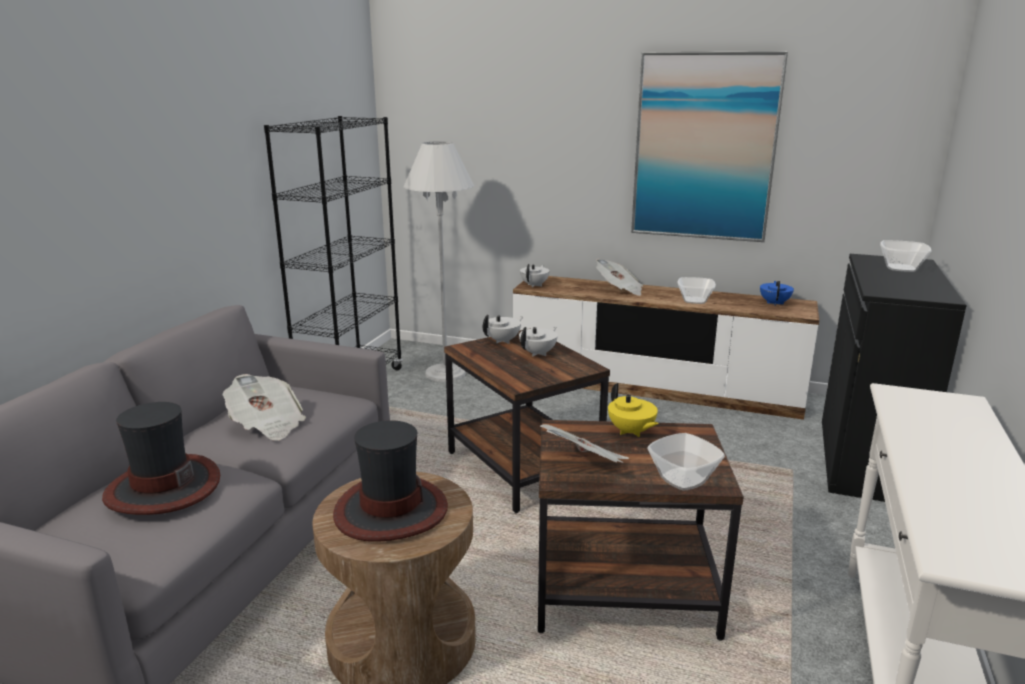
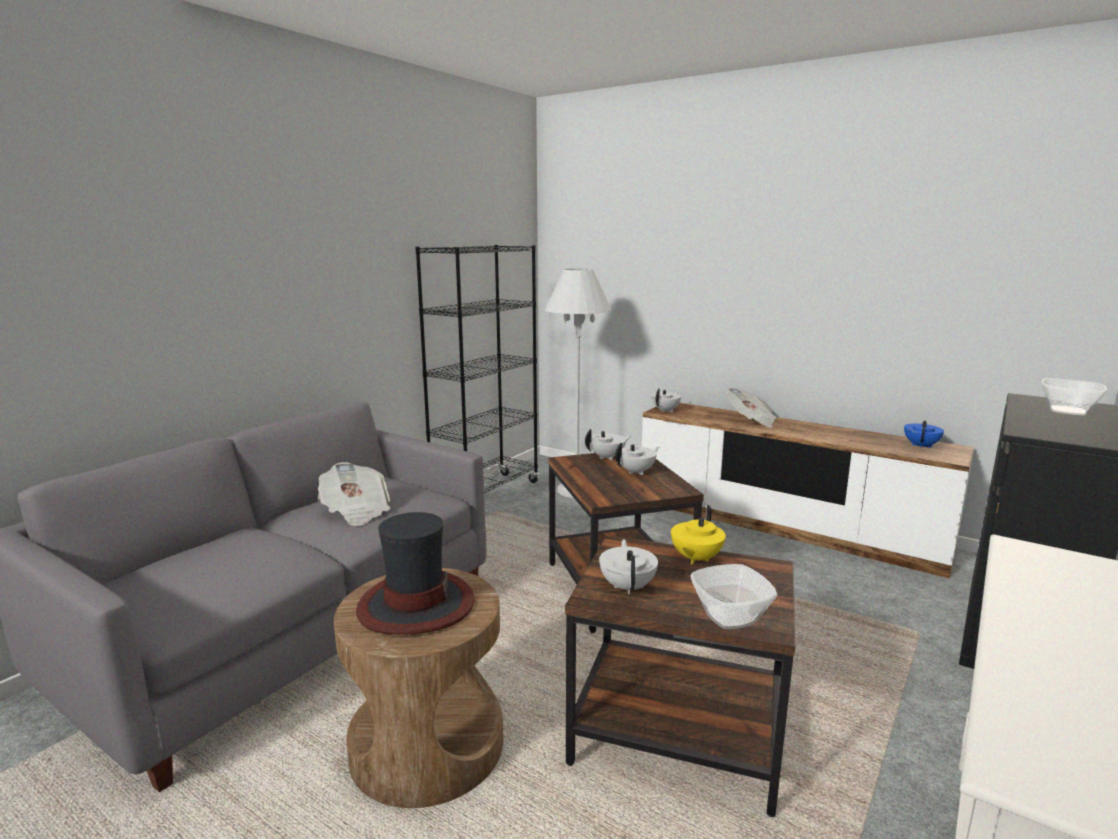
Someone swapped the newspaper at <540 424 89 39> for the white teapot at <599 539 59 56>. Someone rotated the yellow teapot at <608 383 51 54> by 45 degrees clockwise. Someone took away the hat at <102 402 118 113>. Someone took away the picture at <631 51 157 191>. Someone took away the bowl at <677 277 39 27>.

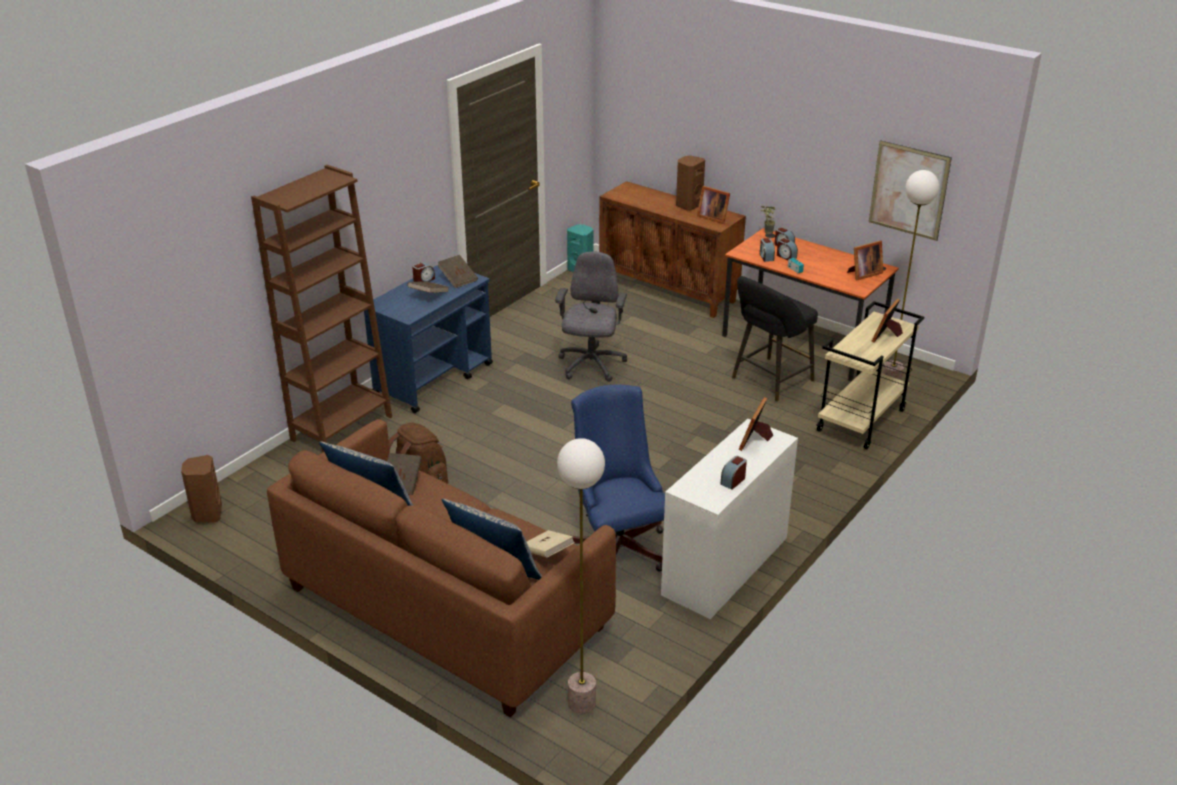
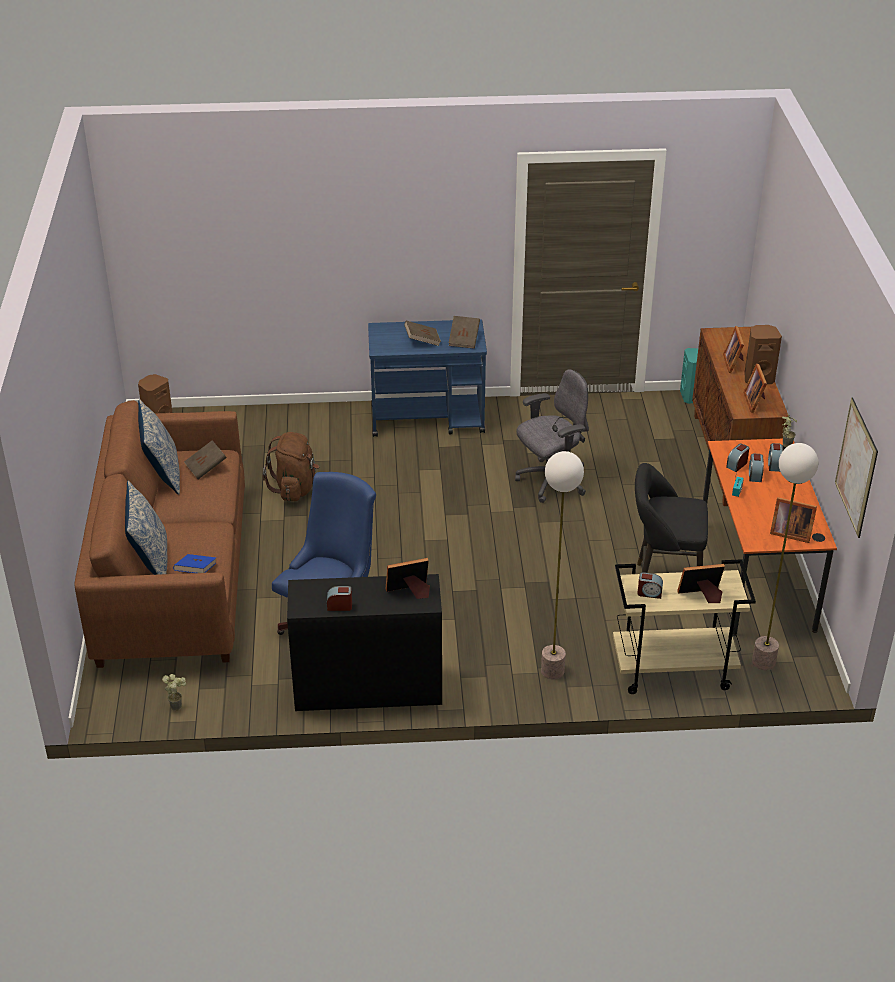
Someone put down the potted plant at <162 674 24 37>. Someone repainted the beige book at <527 530 48 27>, which became the blue book at <173 554 43 19>. Someone repainted the white desk at <661 419 137 200>, which became the black desk at <287 574 155 137>. Someone carried the floor lamp from <557 438 48 276> to <541 451 43 228>. Someone carried the alarm clock from <412 262 23 20> to <637 572 26 27>. Someone put down the picture frame at <723 326 21 47>. Someone took away the brown bookcase at <251 165 141 288>.

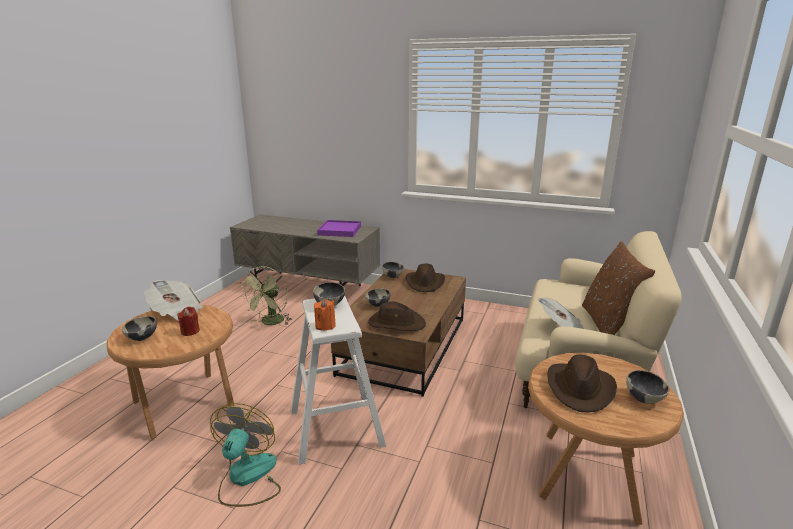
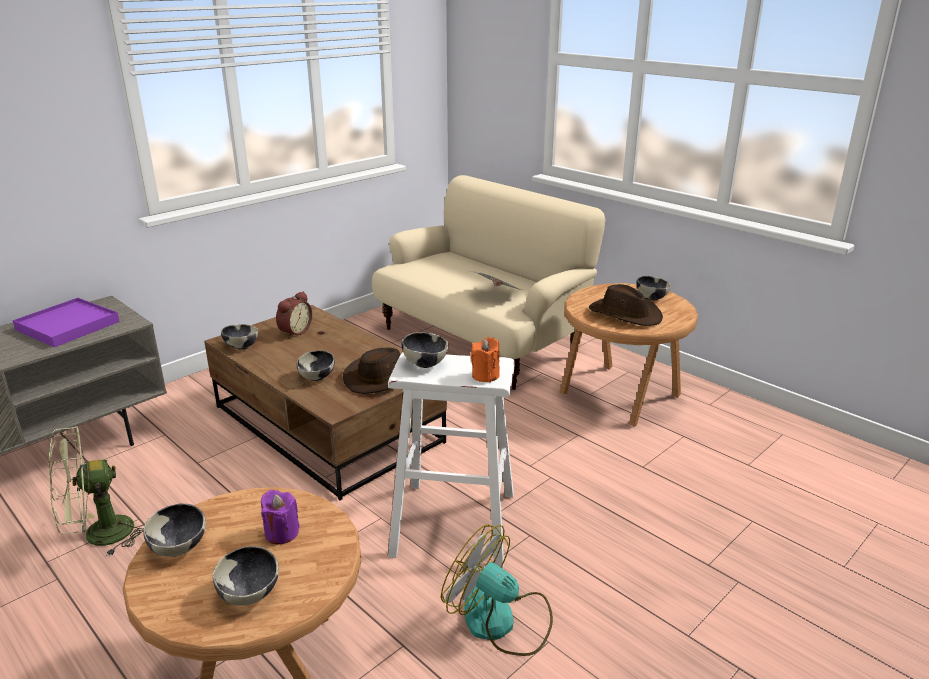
Someone rotated the green fan at <240 266 52 59> by 105 degrees clockwise. Someone swapped the newspaper at <144 280 59 41> for the bowl at <143 503 63 54>. Someone repainted the red candle at <177 307 23 29>, which became the purple candle at <261 490 39 54>. Someone swapped the brown hat at <406 264 39 28> for the alarm clock at <276 291 36 47>. Someone took away the brown pillow at <582 241 73 94>.

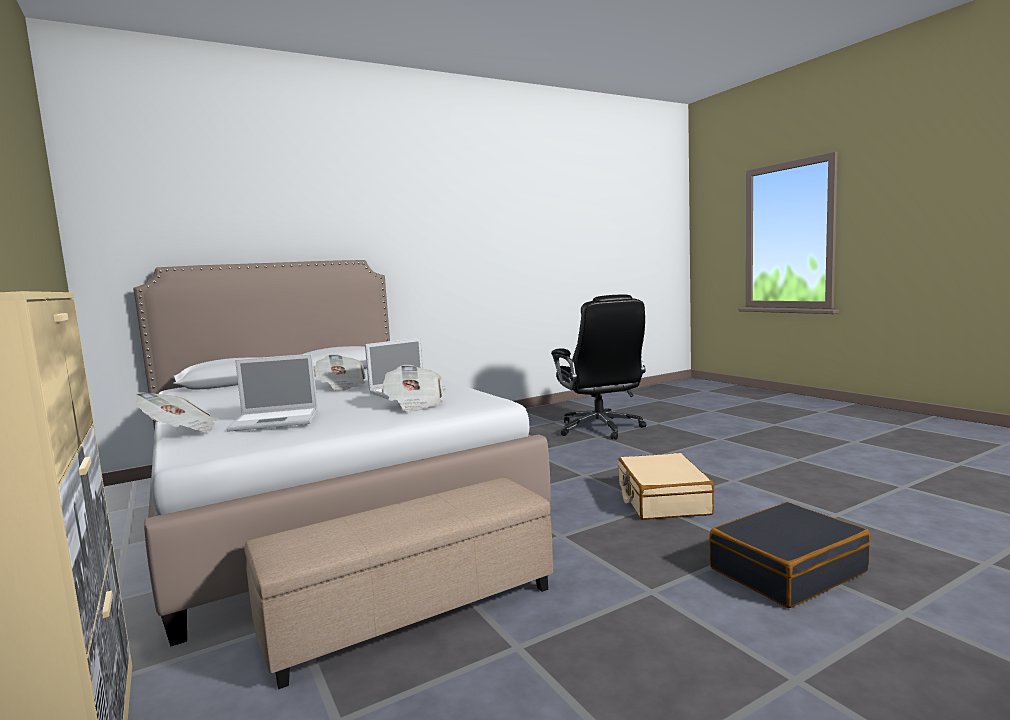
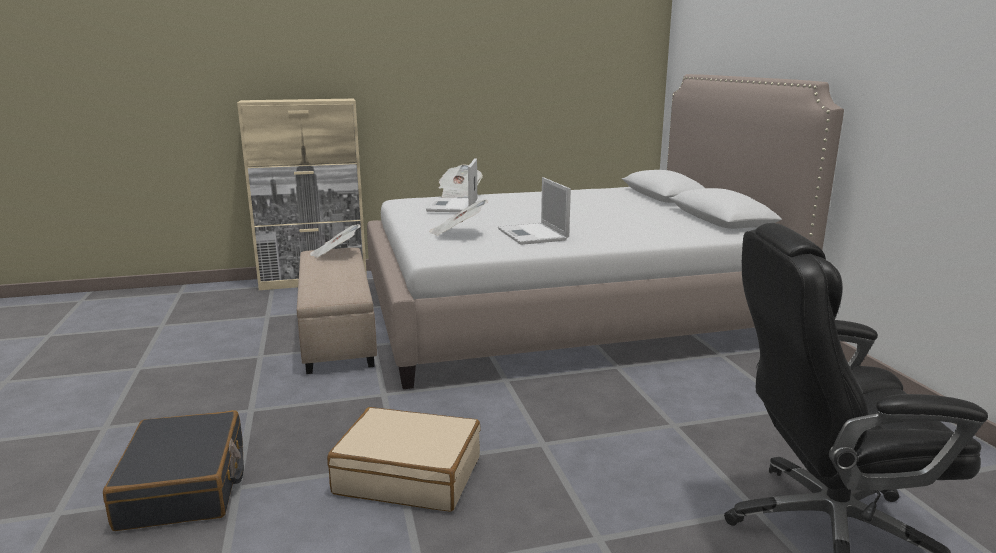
Someone carried the newspaper from <314 354 51 37> to <310 224 50 34>.

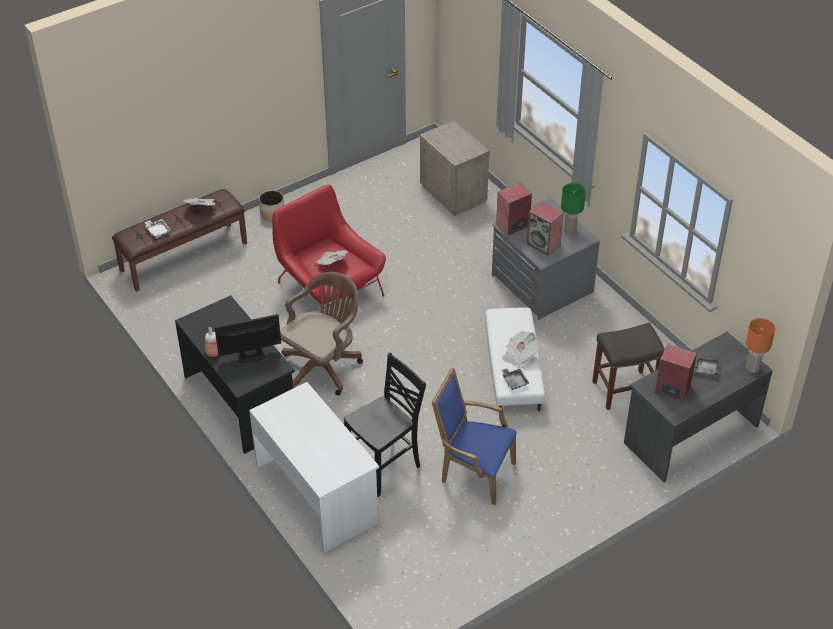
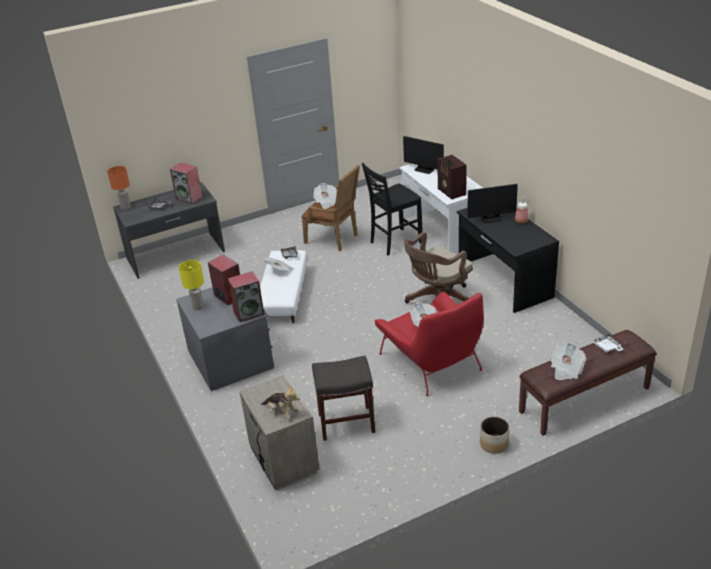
Someone repainted the green table lamp at <561 183 25 52>, which became the yellow table lamp at <179 260 25 50>. Someone put down the plush toy at <261 387 39 31>. Someone repainted the blue armchair at <432 367 85 138>, which became the brown armchair at <302 165 58 86>. Someone carried the grey stool from <592 323 73 87> to <312 356 63 85>. Someone put down the newspaper at <313 183 24 26>. Someone put down the monitor at <403 136 41 38>. Someone put down the radio at <437 155 30 44>.

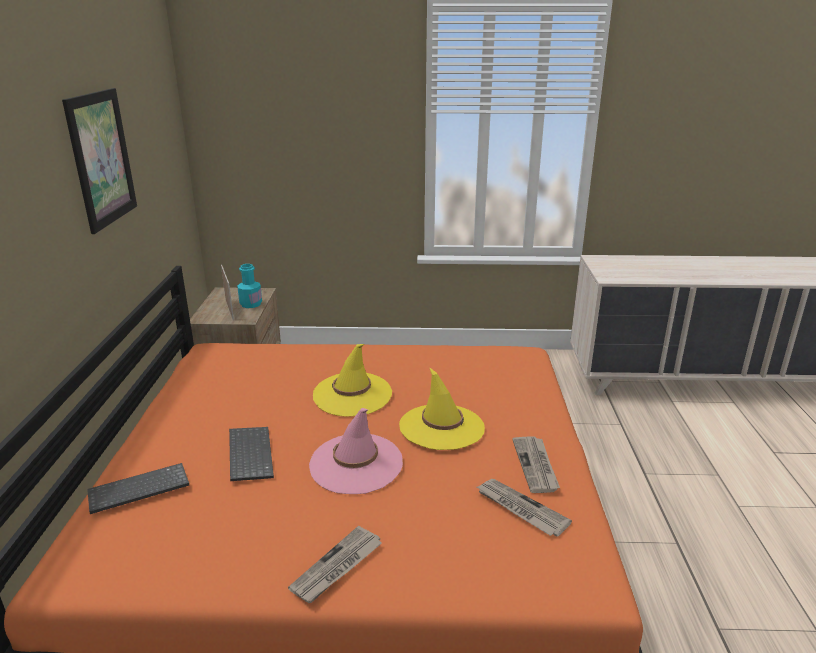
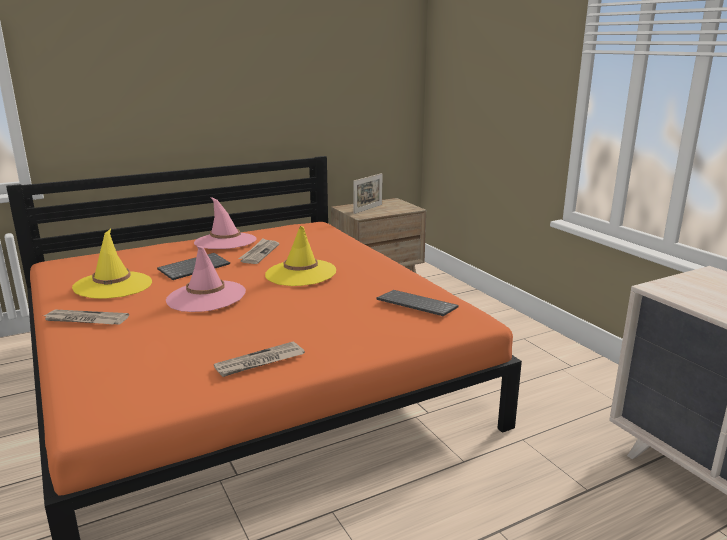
Someone carried the yellow hat from <399 367 86 83> to <72 229 80 70>. Someone put down the pink hat at <194 197 62 52>. Someone carried the newspaper from <477 479 95 57> to <238 238 41 26>. Someone carried the keyboard from <87 463 102 51> to <376 290 83 26>. Someone took away the picture at <62 88 75 146>. Someone took away the turquoise bottle at <237 264 25 44>.

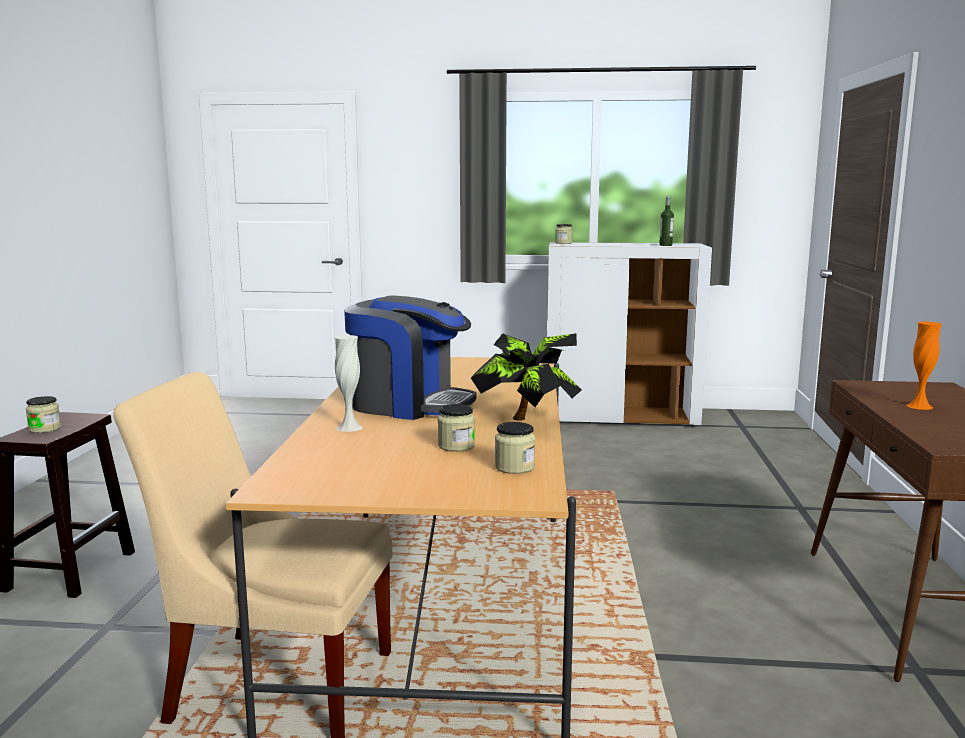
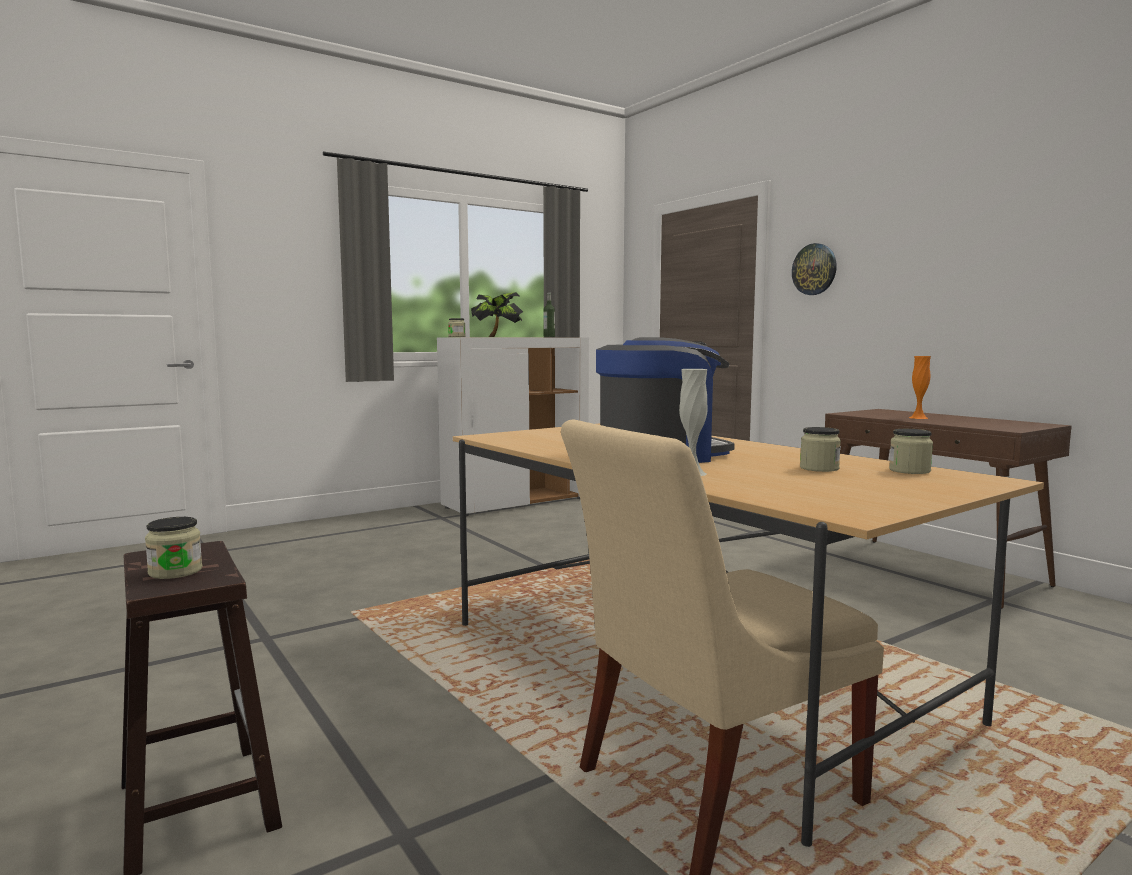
Someone carried the potted plant from <471 333 111 88> to <471 292 52 45>. Someone put up the wall clock at <792 243 45 52>.

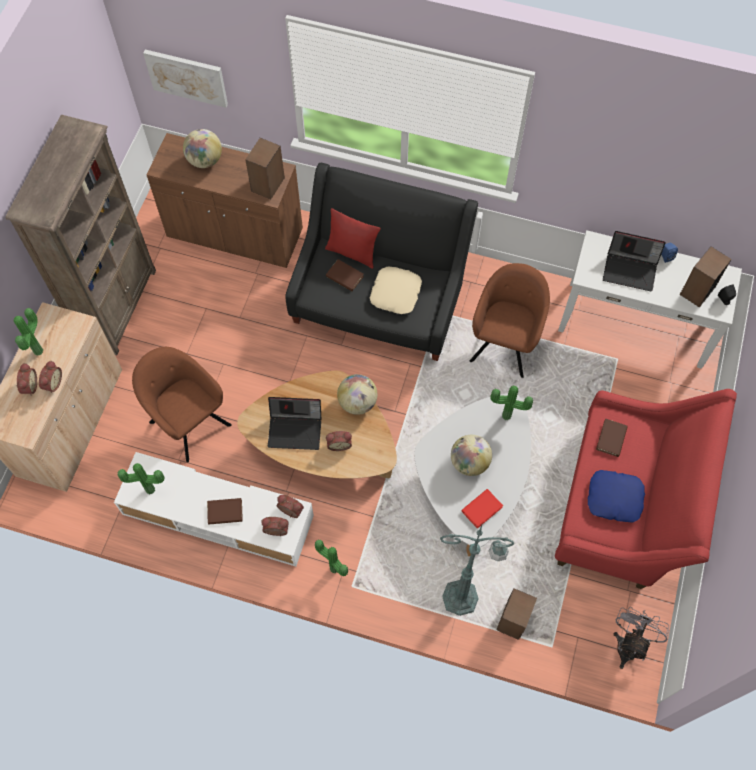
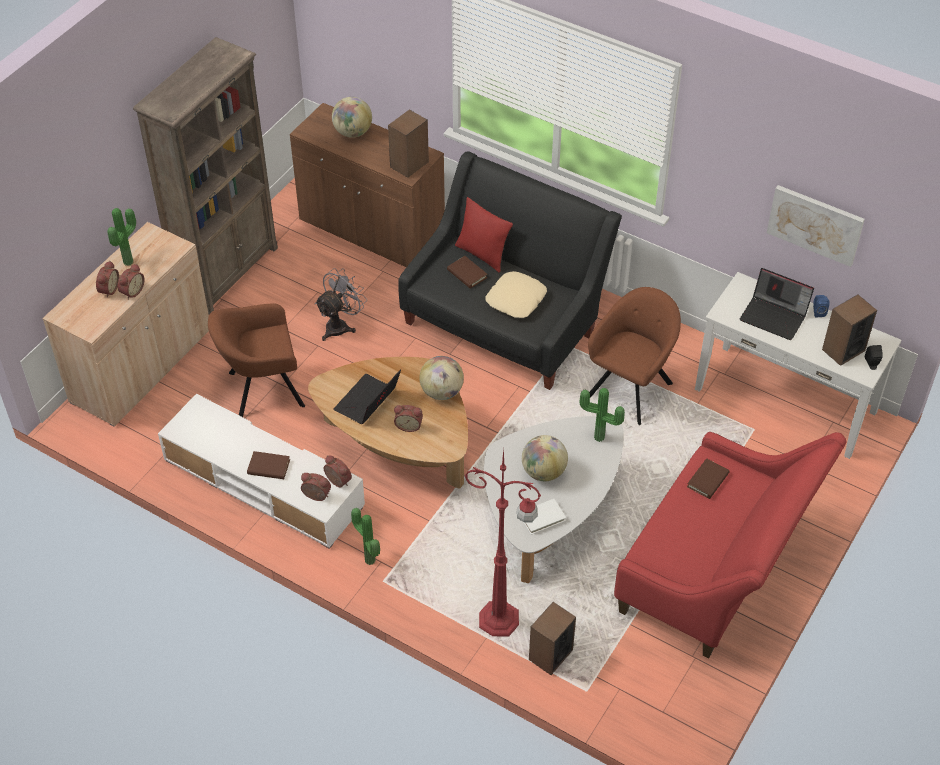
Someone rotated the brown armchair at <132 347 100 116> by 75 degrees counterclockwise. Someone carried the grey fan from <614 606 55 63> to <315 268 51 73>. Someone rotated the laptop at <268 397 54 53> by 105 degrees clockwise. Someone repainted the green floor lamp at <440 525 74 91>, which became the red floor lamp at <465 449 76 187>. Someone repainted the red book at <461 489 42 40>, which became the white book at <524 499 42 36>. Someone carried the picture from <143 49 85 59> to <767 185 98 82>. Someone took away the potted plant at <117 463 48 31>. Someone took away the blue pillow at <588 470 57 53>.

